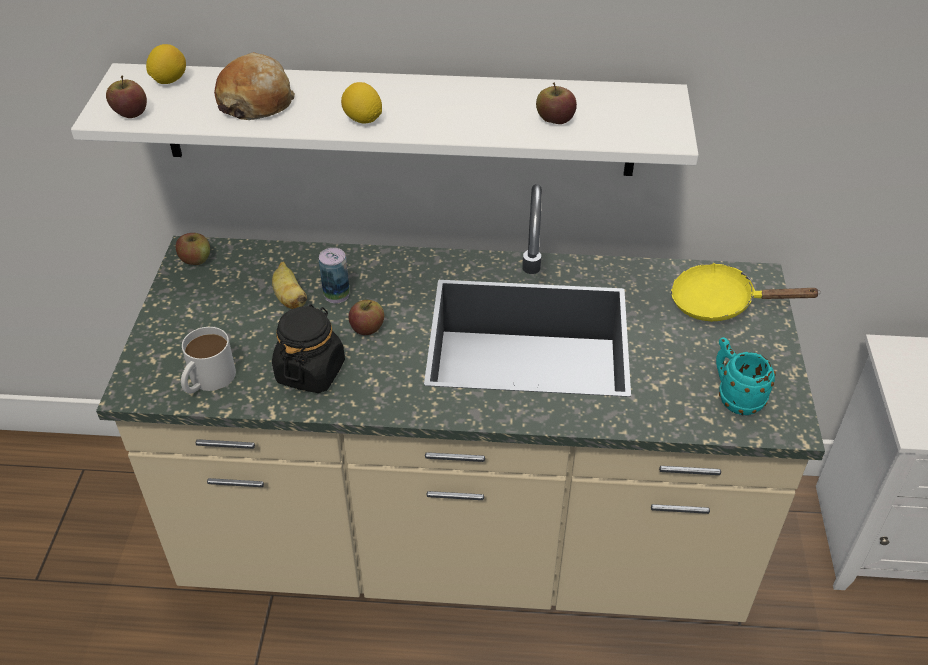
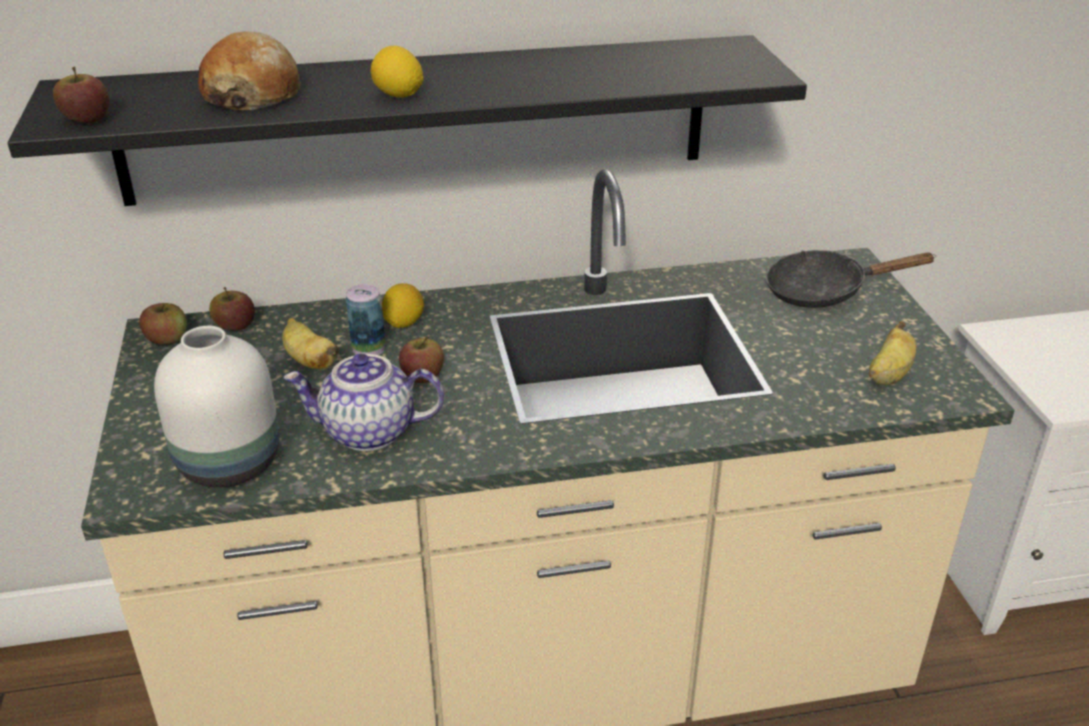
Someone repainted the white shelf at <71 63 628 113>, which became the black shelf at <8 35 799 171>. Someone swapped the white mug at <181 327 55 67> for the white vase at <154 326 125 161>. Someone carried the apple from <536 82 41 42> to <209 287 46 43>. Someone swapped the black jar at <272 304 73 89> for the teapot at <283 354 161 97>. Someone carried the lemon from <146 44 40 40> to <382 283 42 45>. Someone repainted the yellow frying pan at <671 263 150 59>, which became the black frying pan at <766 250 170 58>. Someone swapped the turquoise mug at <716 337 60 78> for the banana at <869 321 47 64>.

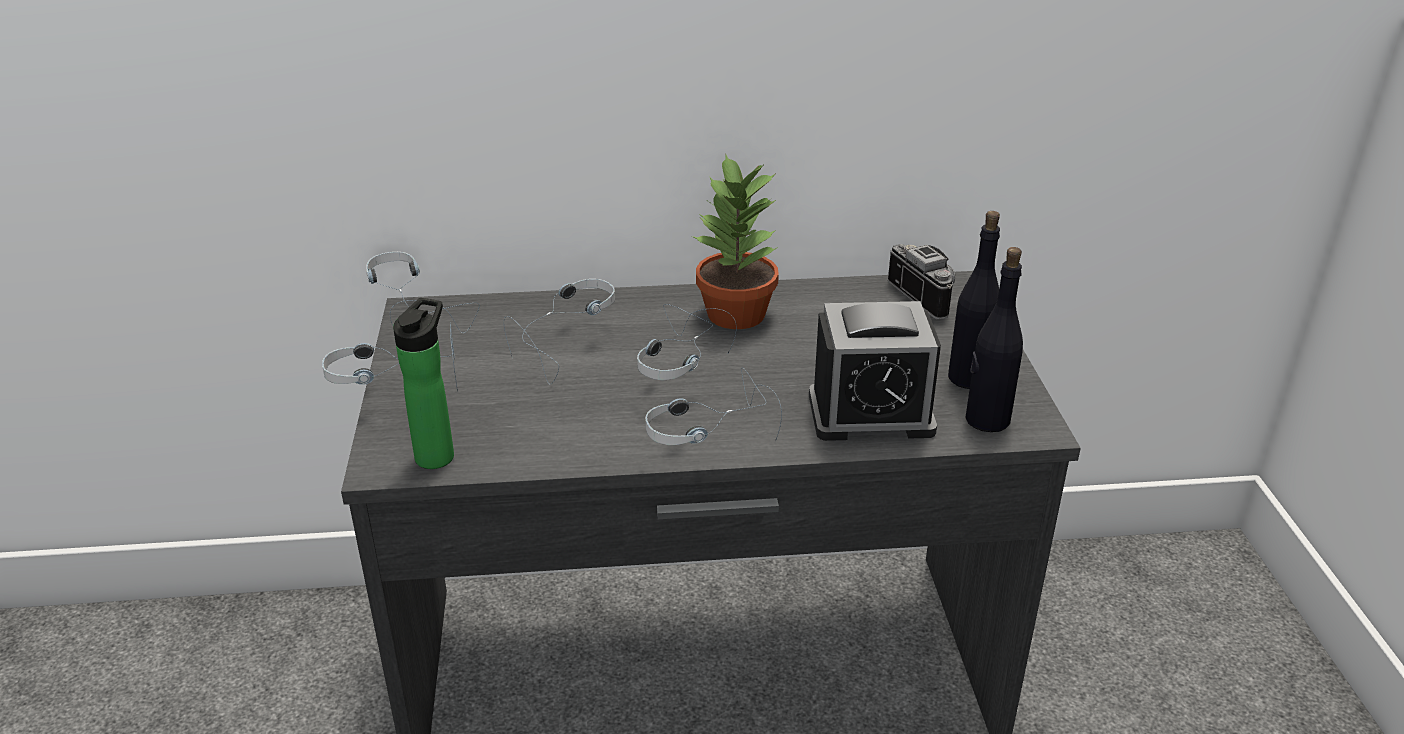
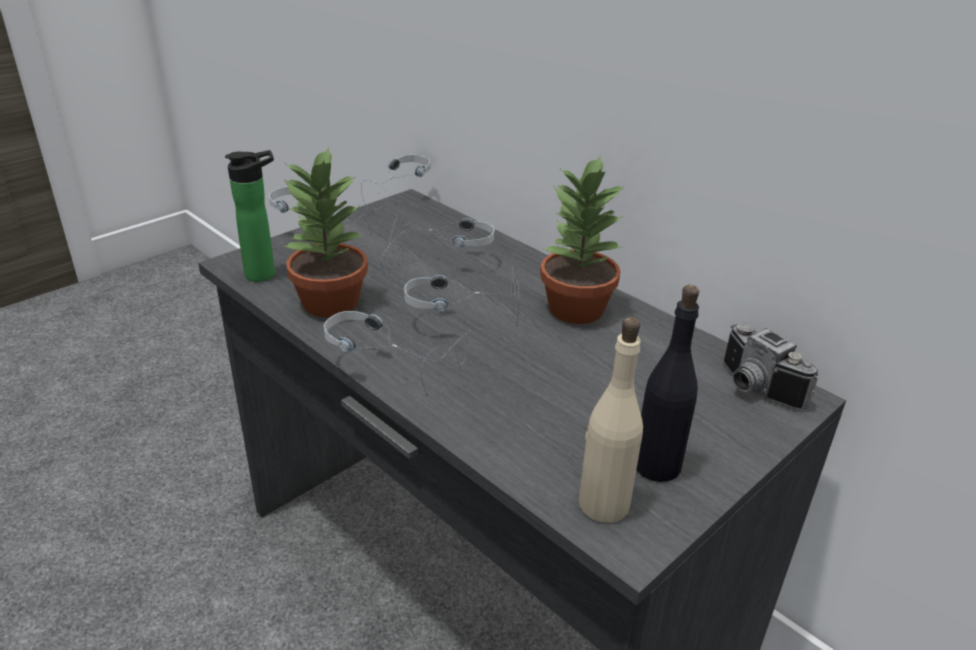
Someone put down the potted plant at <283 146 85 172>. Someone repainted the black bottle at <965 247 58 185>, which became the beige bottle at <579 317 64 206>. Someone rotated the photo camera at <888 244 67 76> by 120 degrees clockwise. Someone took away the alarm clock at <809 301 132 140>.

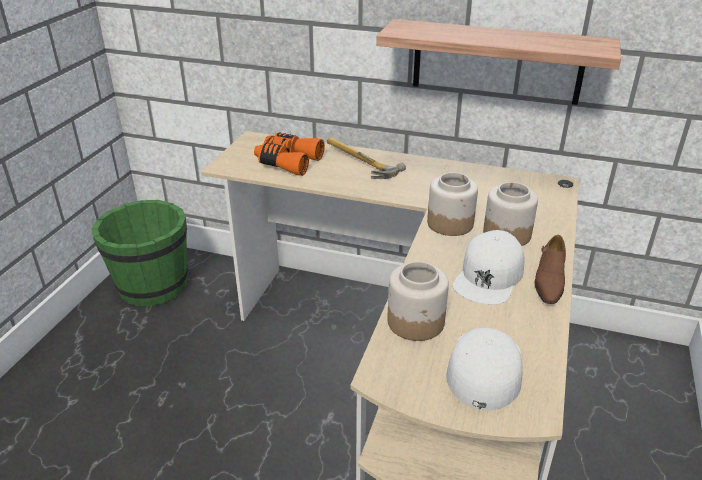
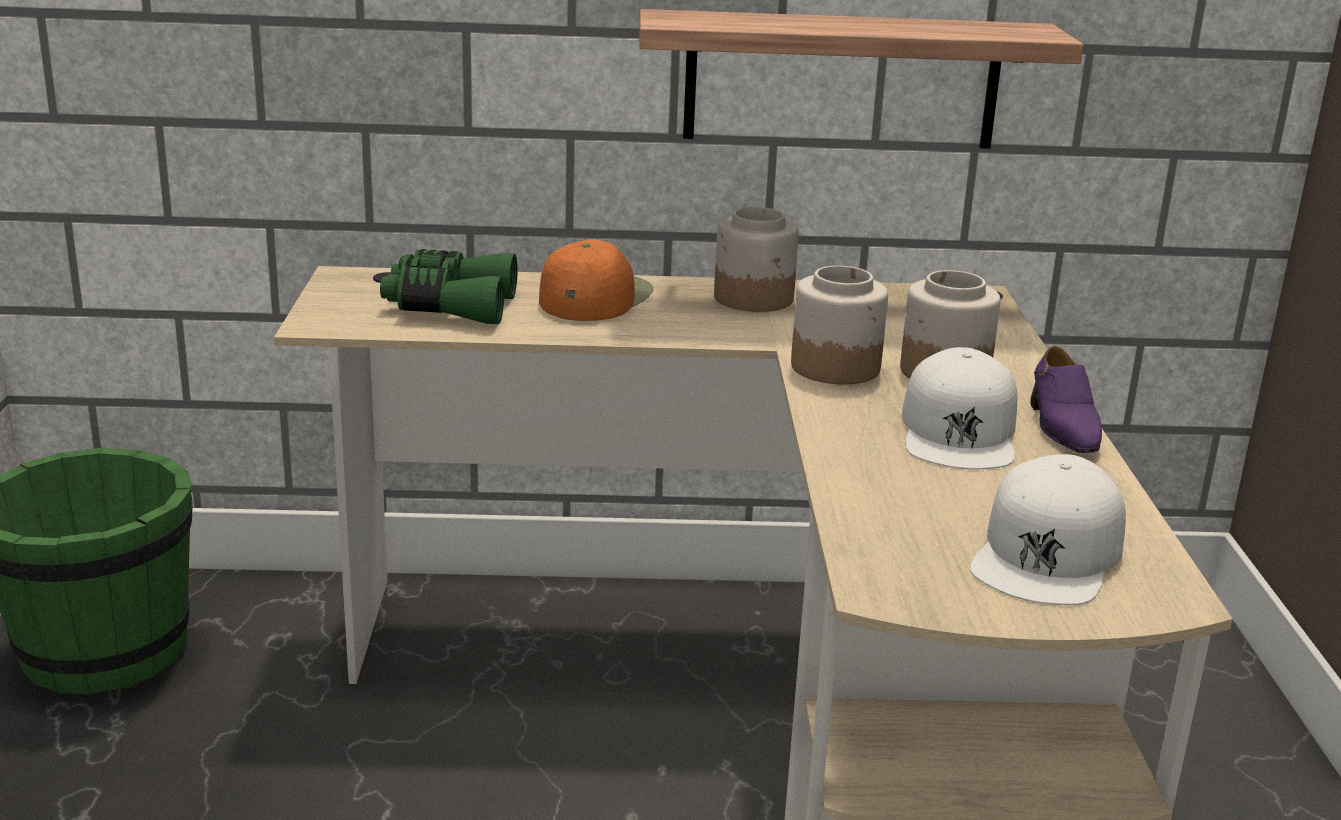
Someone repainted the orange binoculars at <254 132 71 44>, which became the green binoculars at <380 249 138 76>. Someone swapped the hammer at <327 137 79 42> for the orange cap at <539 240 114 81>. Someone carried the jar from <387 261 62 80> to <714 207 85 105>. Someone rotated the white cap at <446 328 77 82> by 150 degrees counterclockwise. Someone repainted the brown shoe at <535 235 31 69>, which became the purple shoe at <1030 346 72 107>.

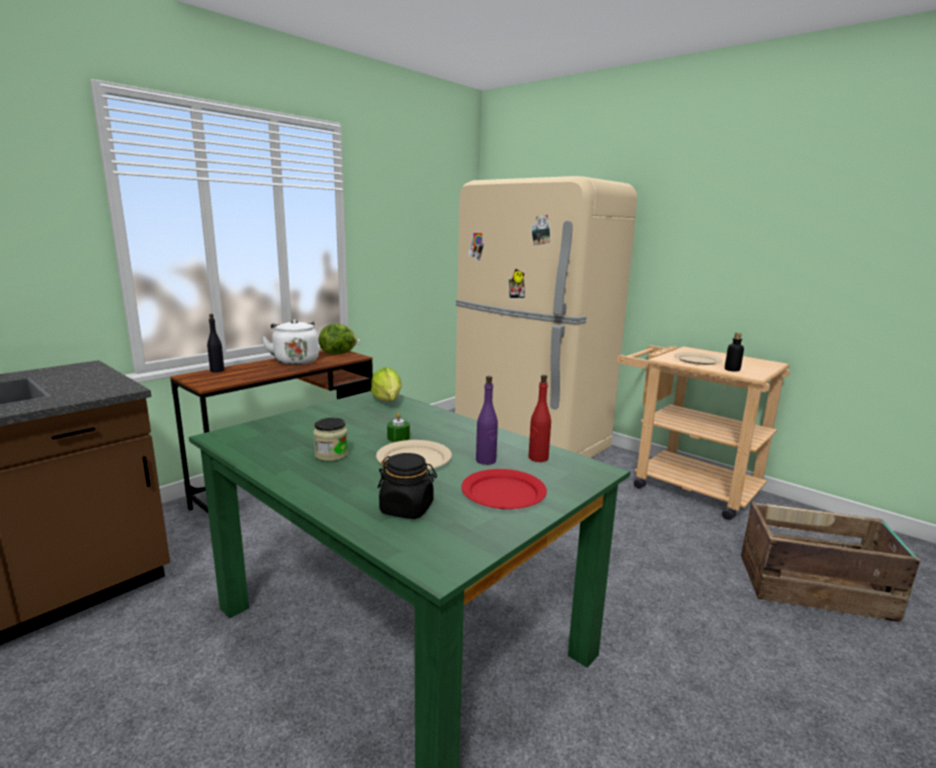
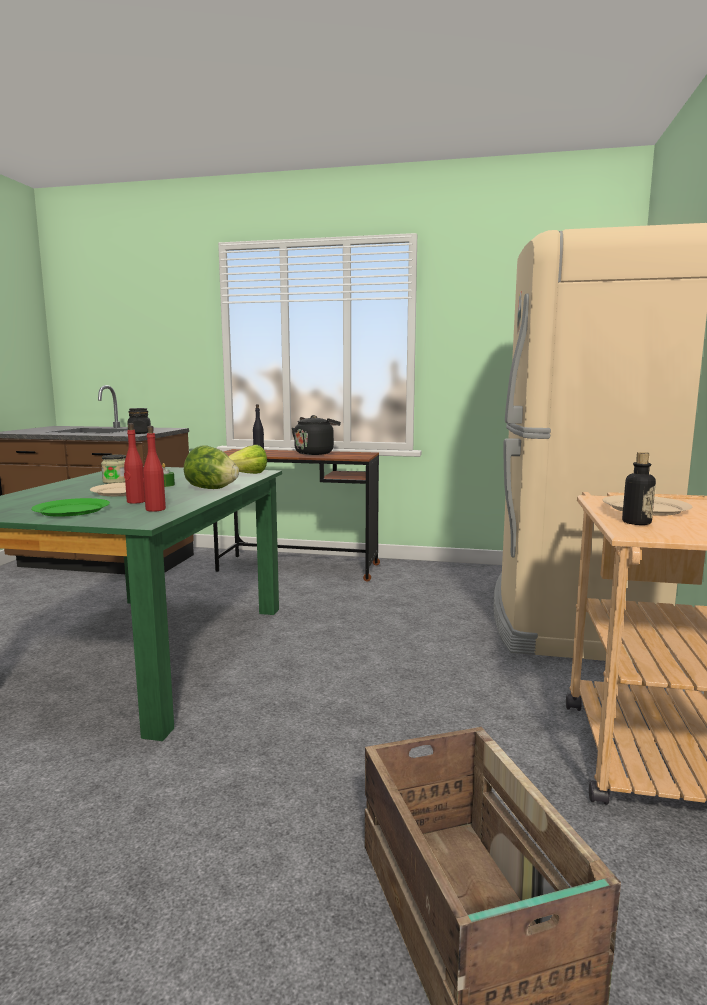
Someone repainted the red plate at <461 469 86 40>, which became the green plate at <31 498 79 19>. Someone repainted the purple bottle at <476 376 22 89>, which became the red bottle at <124 423 21 81>. Someone carried the black jar from <378 453 59 66> to <128 408 23 26>. Someone carried the lettuce from <318 323 39 31> to <184 445 55 44>. Someone repainted the white kettle at <262 319 57 46>, which became the black kettle at <292 415 49 40>.

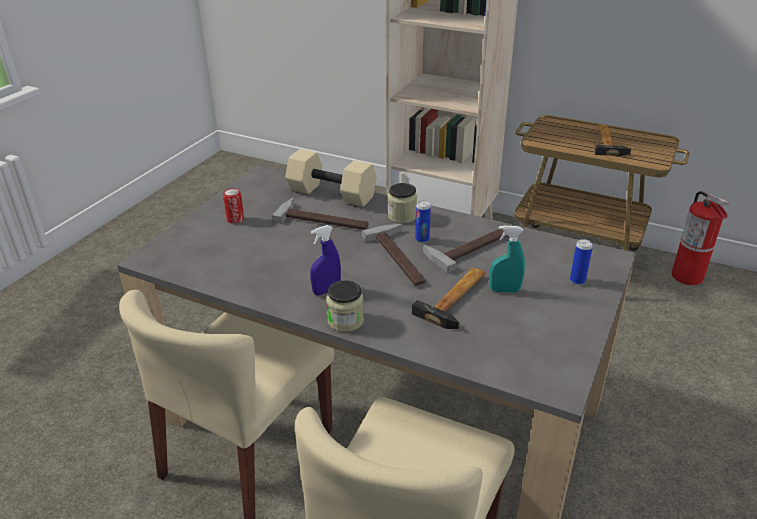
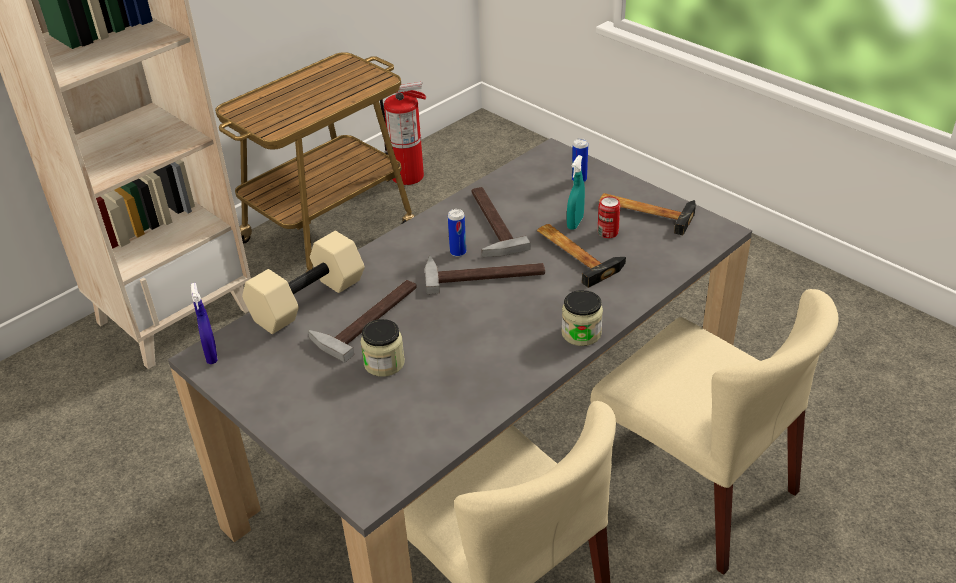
Someone carried the blue spray bottle from <310 225 31 70> to <191 283 27 81>. Someone carried the jar from <388 183 29 40> to <361 319 44 58>. Someone carried the can from <223 188 21 36> to <598 196 22 42>. Someone carried the hammer from <594 124 37 32> to <599 193 97 42>.

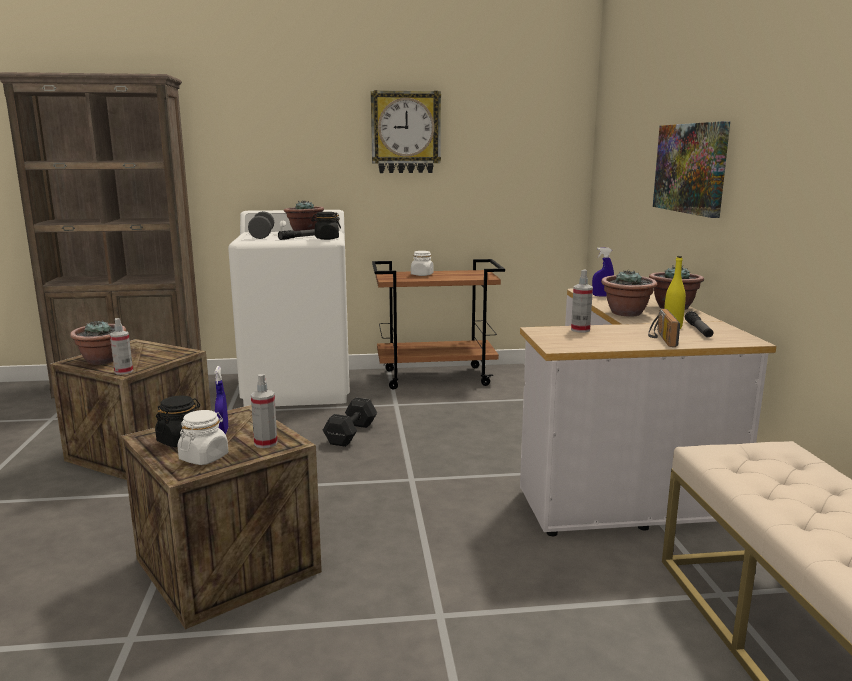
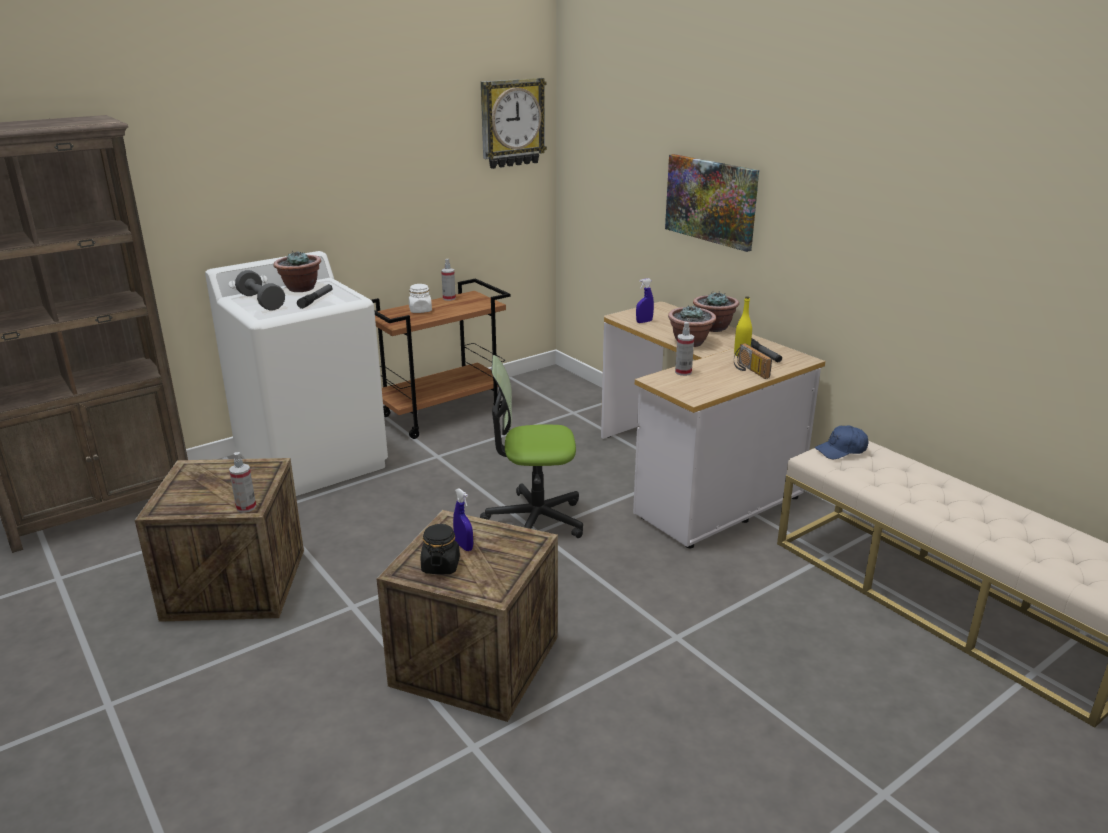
Someone carried the spray bottle from <251 374 26 74> to <441 259 15 42>. Someone put down the office chair at <480 355 103 183>. Someone carried the wall clock from <371 90 70 83> to <481 78 66 91>. Someone put down the blue cap at <815 426 53 33>. Someone took away the potted plant at <70 320 56 45>. Someone took away the white jar at <177 410 51 55>. Someone took away the black jar at <311 212 30 28>. Someone took away the black dumbbell at <323 397 54 50>.

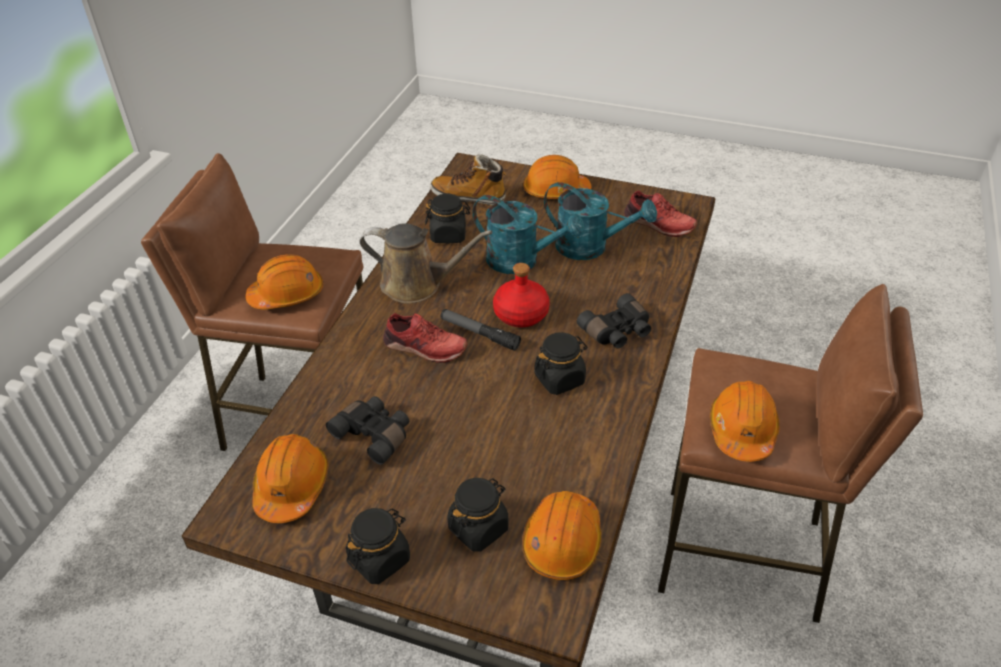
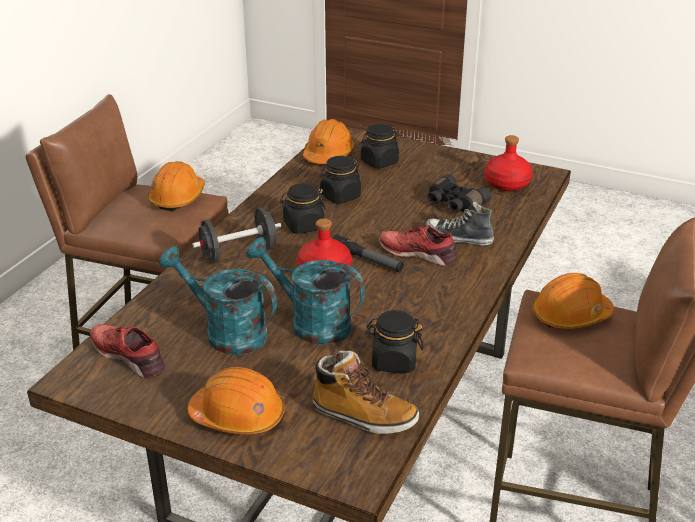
Someone swapped the black binoculars at <577 293 74 55> for the black dumbbell at <192 207 89 56>. Someone carried the black jar from <346 508 64 76> to <320 156 41 48>. Someone put down the shoe at <425 201 69 44>. Someone swapped the orange hard hat at <252 434 76 89> for the red bottle at <484 135 49 56>. Someone took away the brown watering can at <360 223 132 81>.

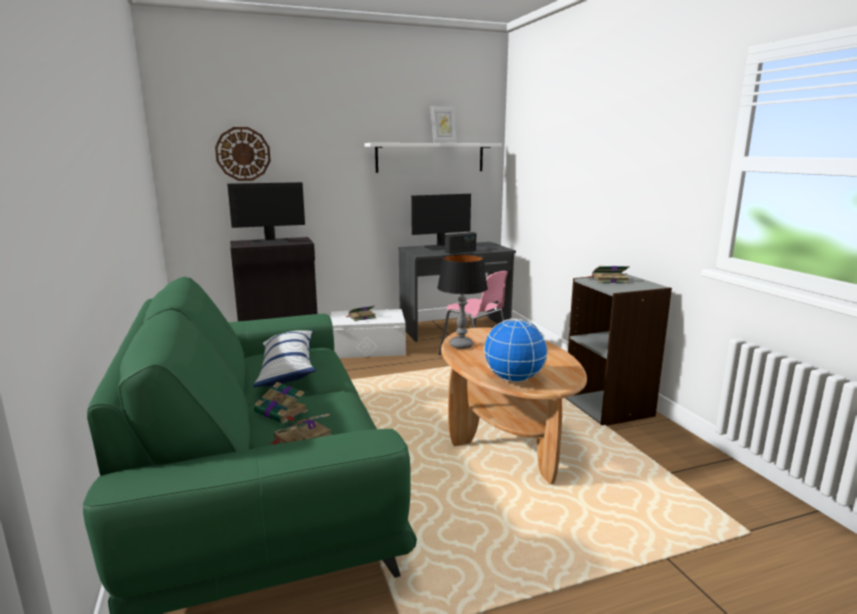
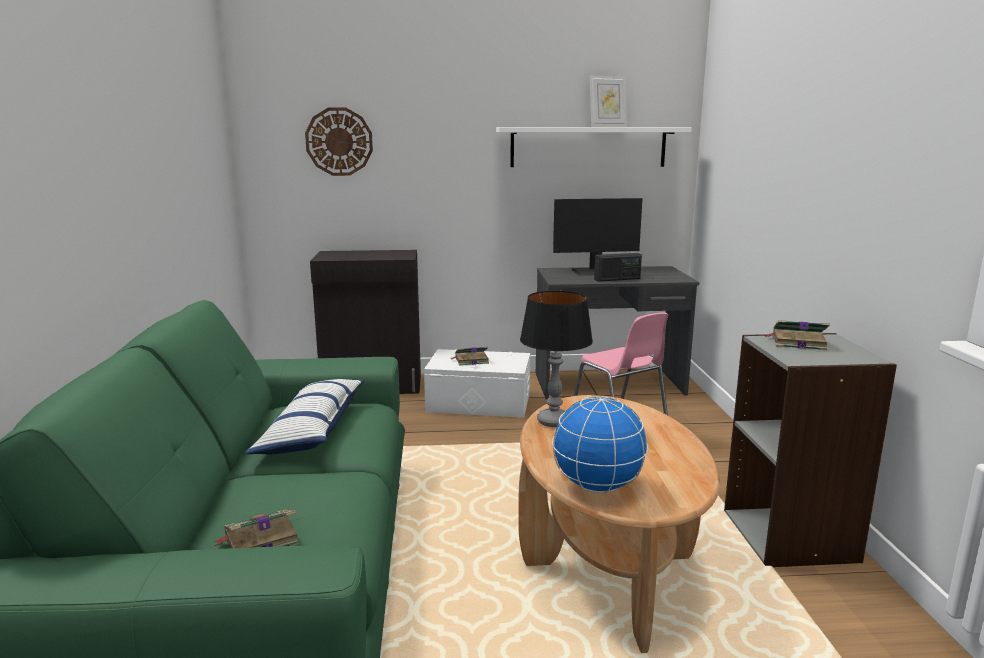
Someone took away the monitor at <227 182 78 63>. Someone took away the book at <254 382 54 42>.

